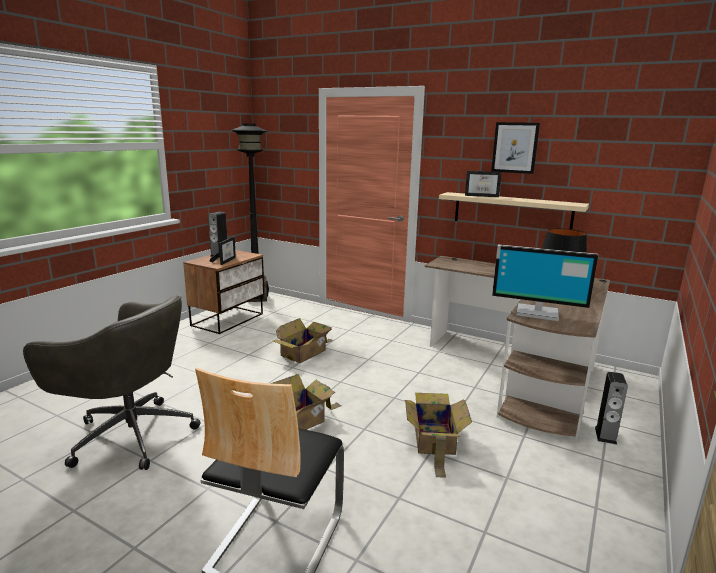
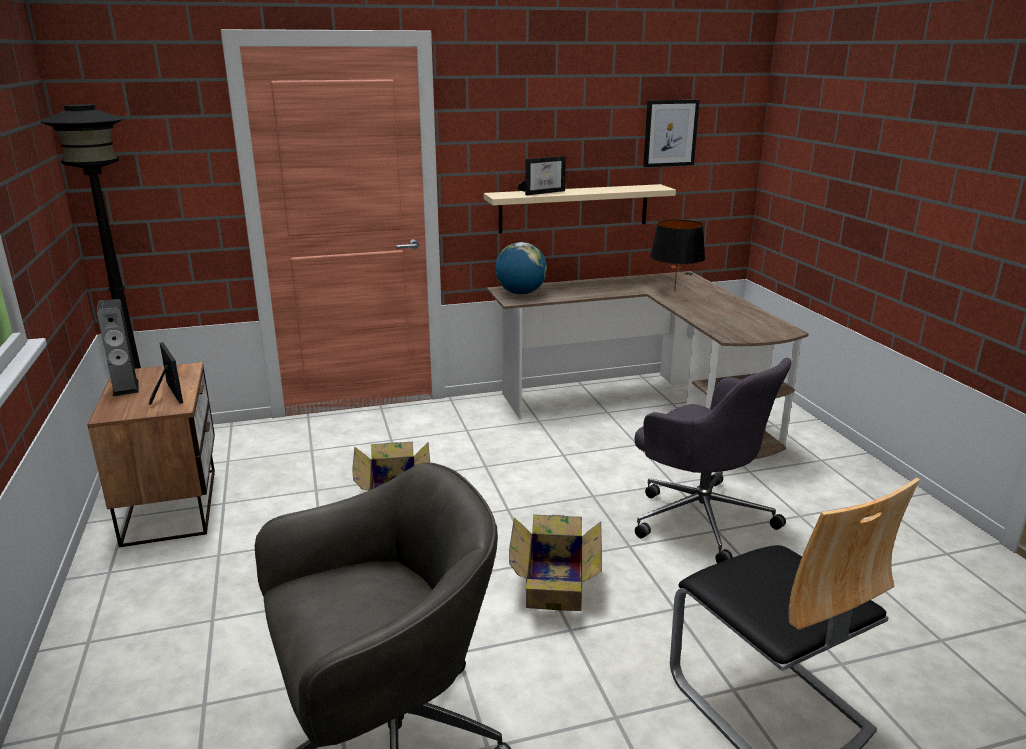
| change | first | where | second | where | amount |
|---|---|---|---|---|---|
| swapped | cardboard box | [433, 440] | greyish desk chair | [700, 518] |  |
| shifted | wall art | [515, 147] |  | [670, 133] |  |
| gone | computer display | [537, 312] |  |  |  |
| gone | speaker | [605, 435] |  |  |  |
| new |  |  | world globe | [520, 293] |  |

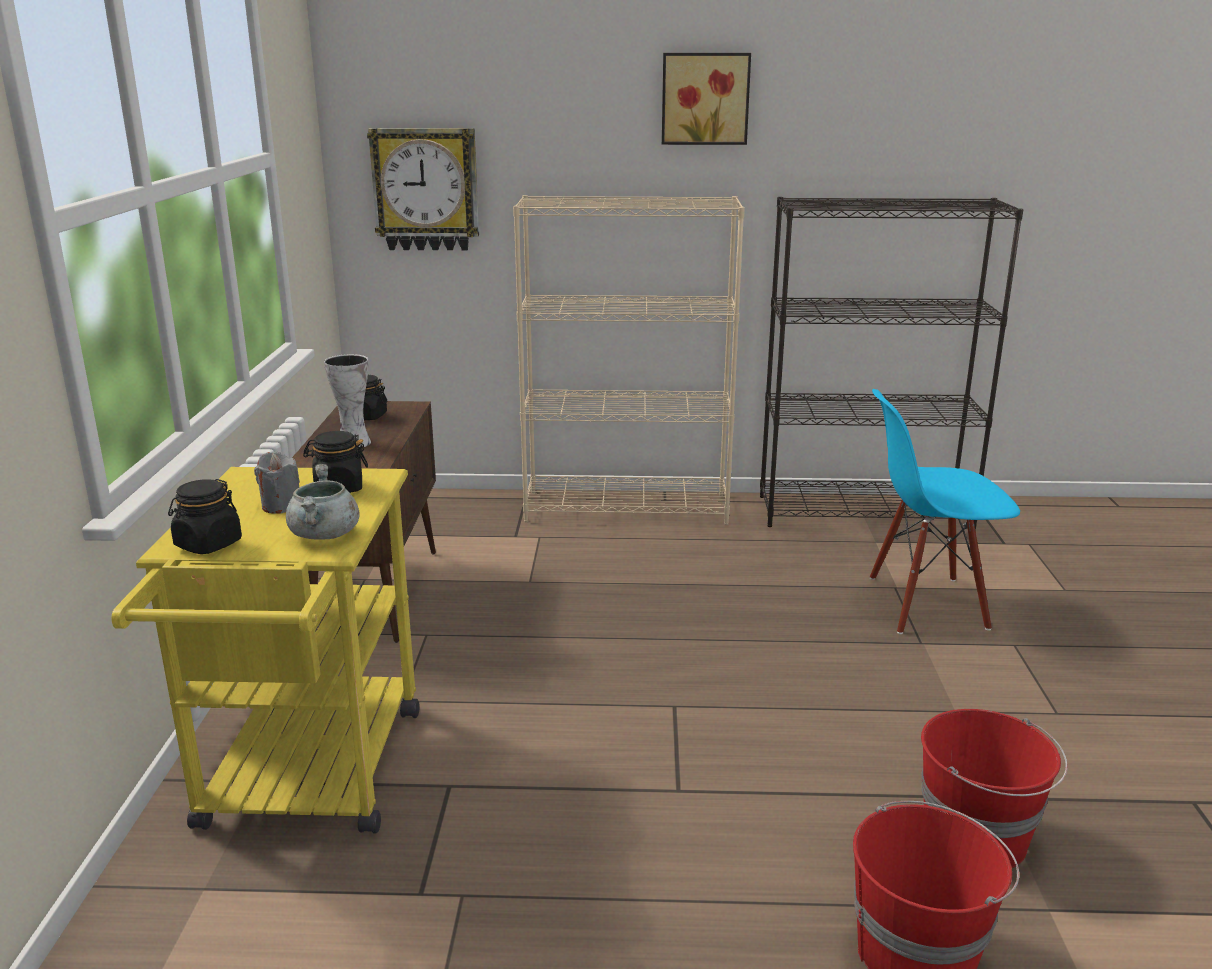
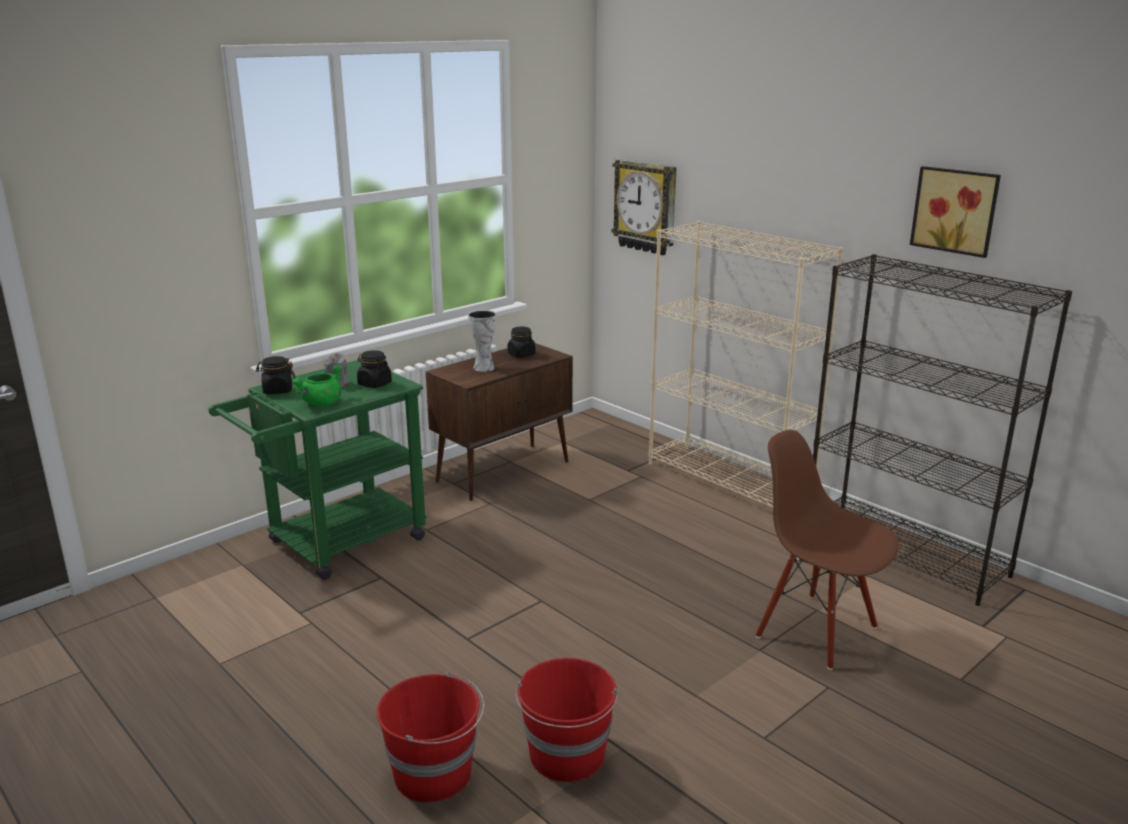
| change | first | where | second | where | amount |
|---|---|---|---|---|---|
| repainted | yellow-coloured cart | [308, 781] | green-coloured cart | [335, 544] |  |
| repainted | greyish cooking pot | [325, 535] | green-coloured cooking pot | [322, 403] |  |
| shifted | wall art | [705, 99] |  | [956, 210] |  |
| repainted | blue-coloured chair | [926, 604] | brownish chair | [817, 630] |  |

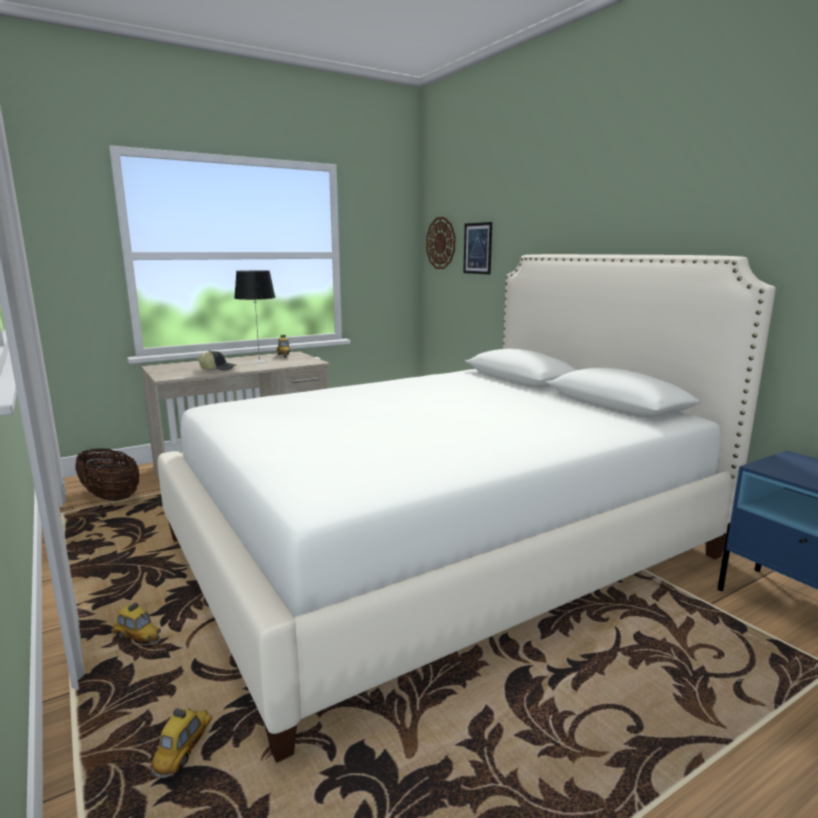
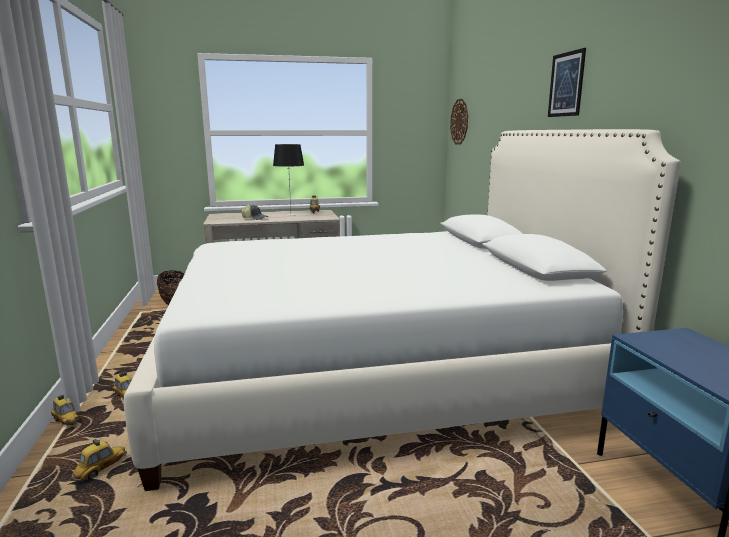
| change | first | where | second | where | amount |
|---|---|---|---|---|---|
| shifted | wall art | [477, 248] |  | [566, 84] |  |
| new |  |  | toy car | [66, 421] |  |

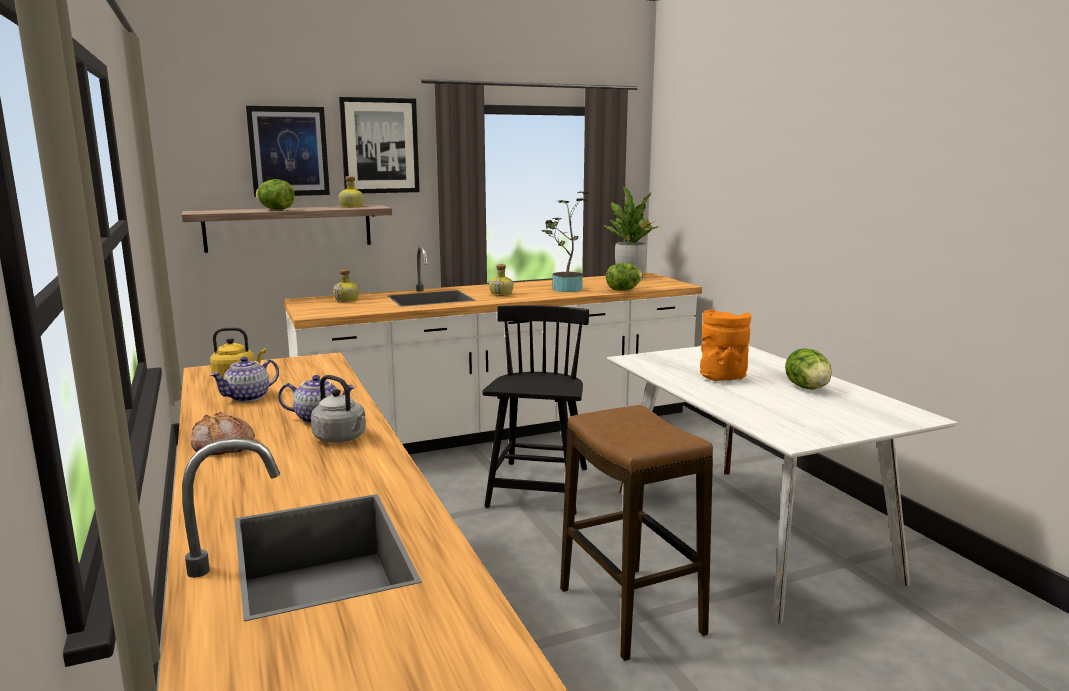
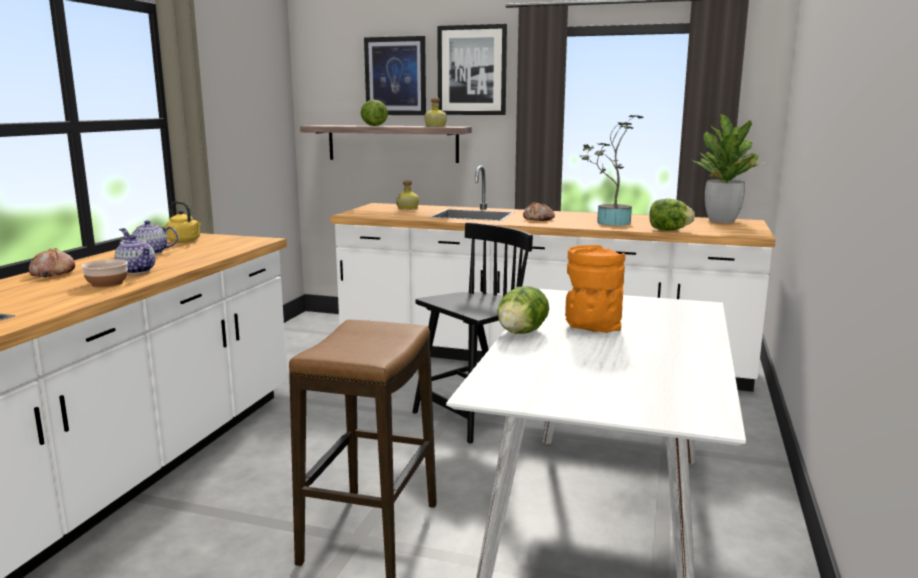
| change | first | where | second | where | amount |
|---|---|---|---|---|---|
| swapped | greyish water kettle | [342, 438] | deep dish | [107, 284] |  |
| swapped | drink bottle | [502, 294] | bread | [539, 219] |  |
| shifted | lettuce | [807, 388] |  | [521, 333] |  |

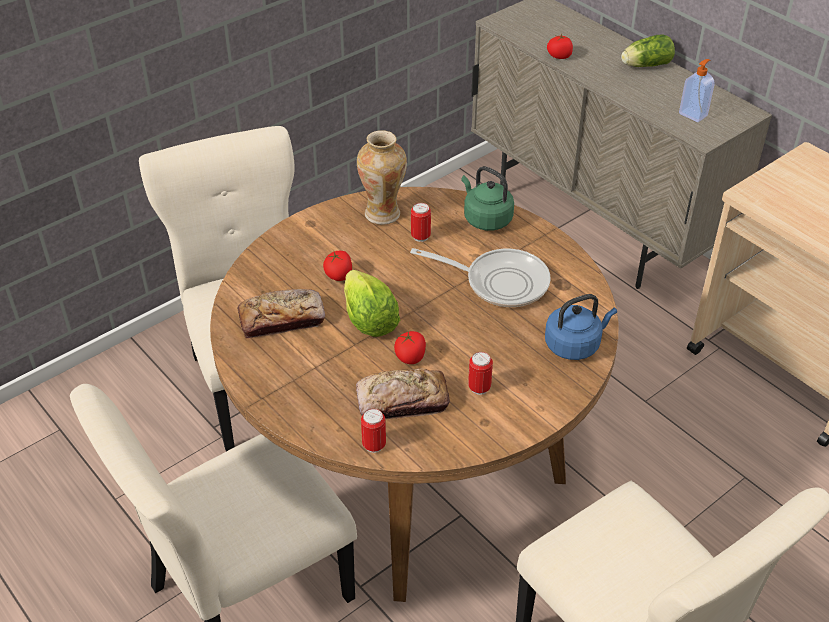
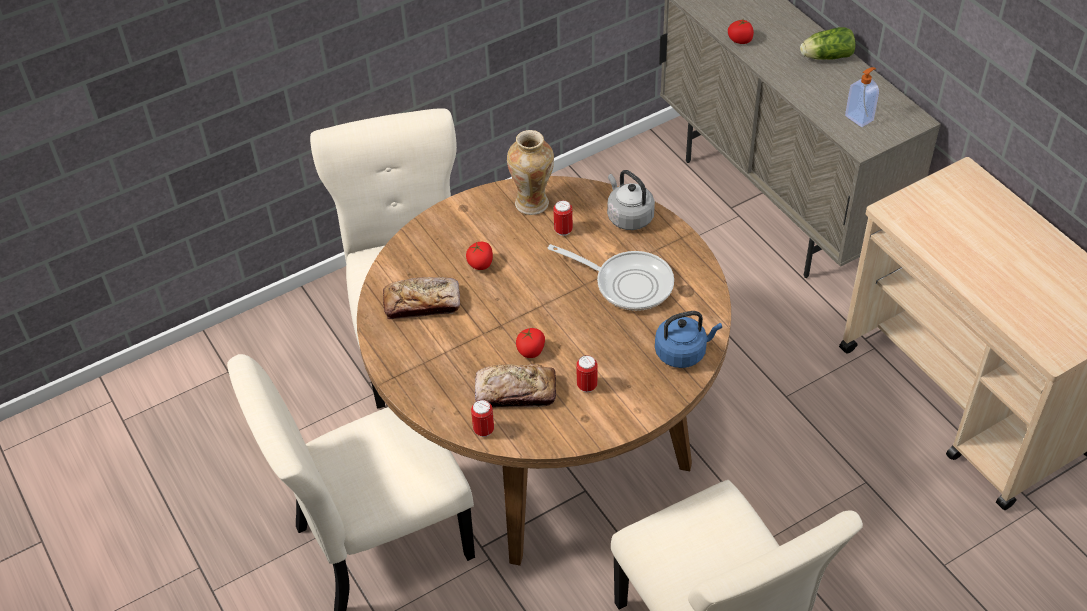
| change | first | where | second | where | amount |
|---|---|---|---|---|---|
| gone | lettuce | [369, 320] |  |  |  |
| repainted | green-coloured water kettle | [485, 219] | greyish water kettle | [628, 216] |  |

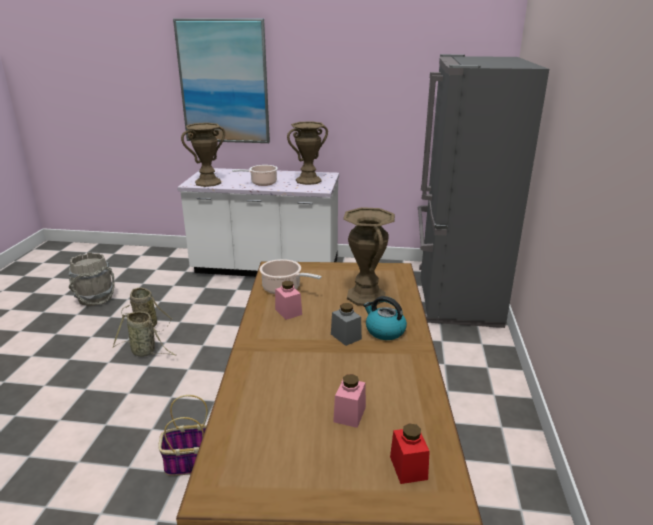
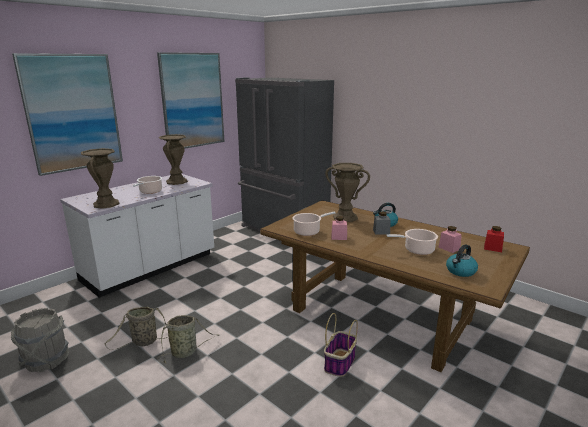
| change | first | where | second | where | amount |
|---|---|---|---|---|---|
| new |  |  | wall art | [192, 101] |  |
| new |  |  | cooking pot | [417, 250] |  |
| new |  |  | water kettle | [460, 271] |  |

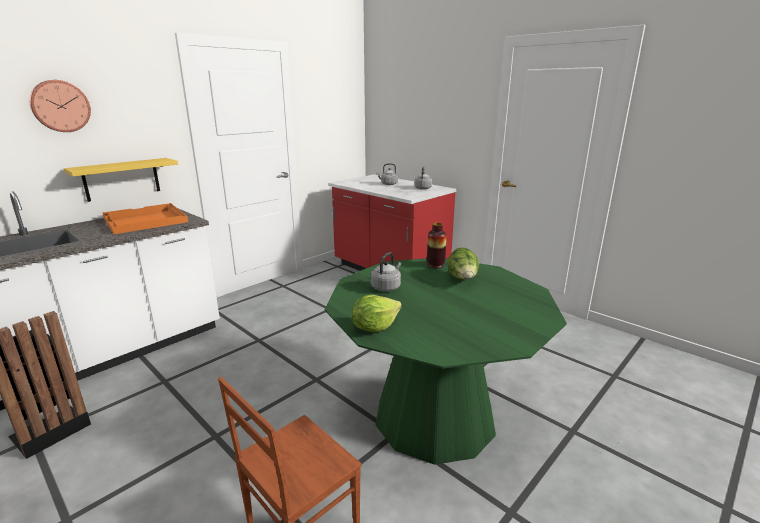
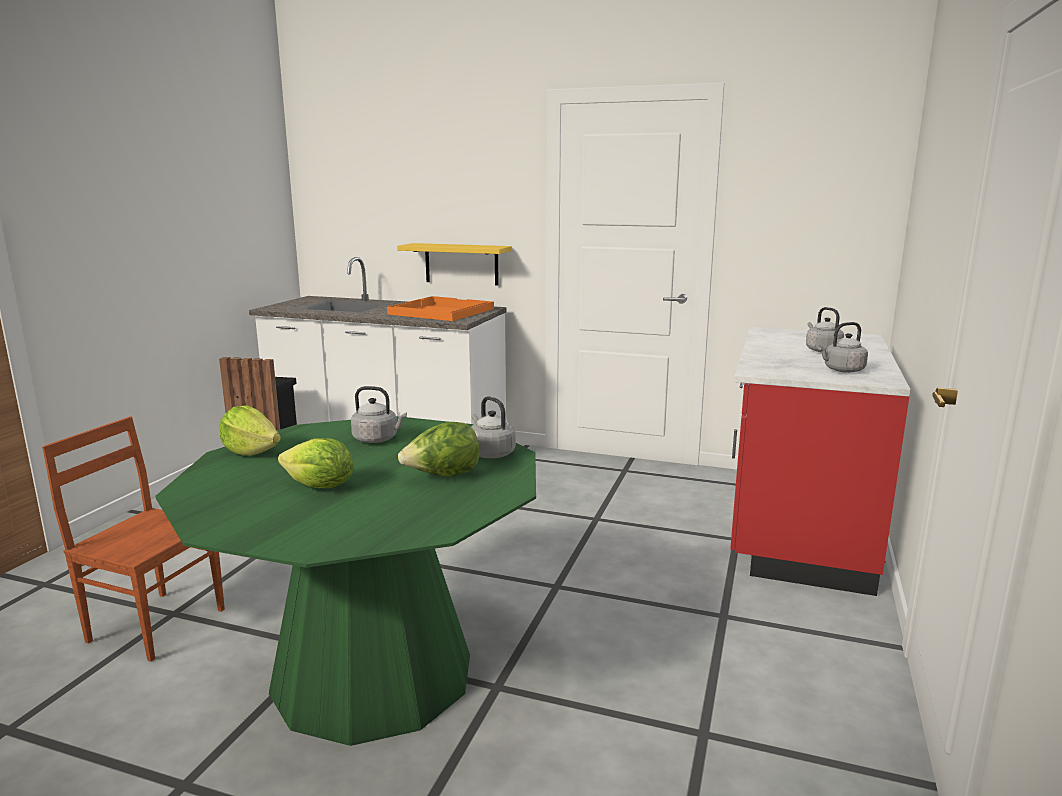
| change | first | where | second | where | amount |
|---|---|---|---|---|---|
| gone | hanging clock | [60, 106] |  |  |  |
| swapped | decorative vase | [435, 265] | greyish water kettle | [490, 453] |  |
| new |  |  | lettuce | [320, 487] |  |

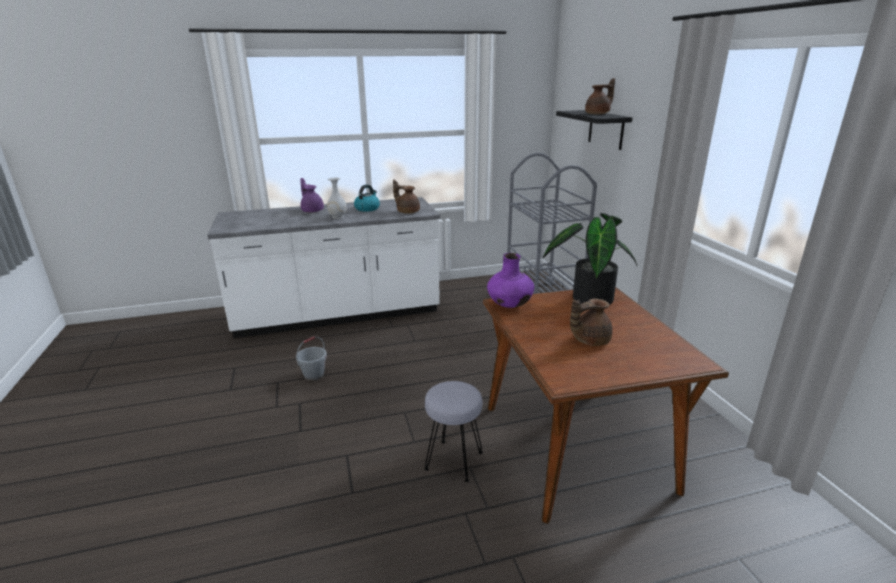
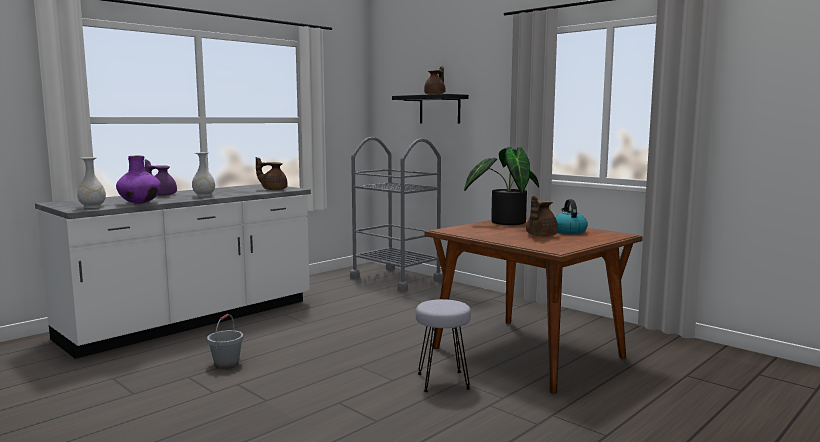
| change | first | where | second | where | amount |
|---|---|---|---|---|---|
| shifted | water kettle | [367, 208] |  | [568, 231] |  |
| shifted | purple decorative vase | [509, 305] |  | [140, 203] |  |
| new |  |  | white-coloured decorative vase | [92, 207] |  |

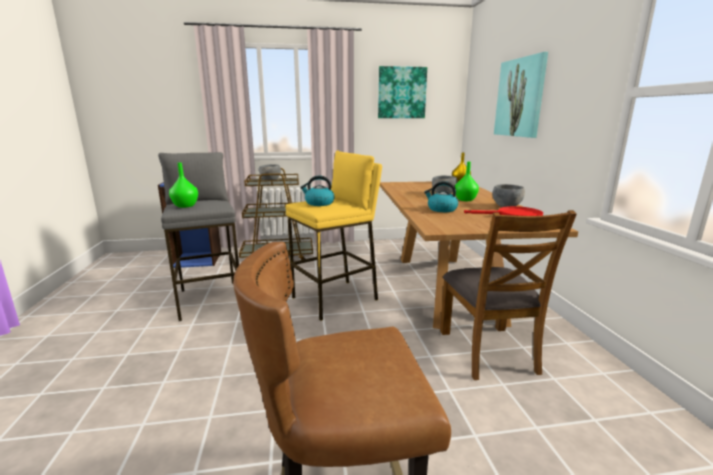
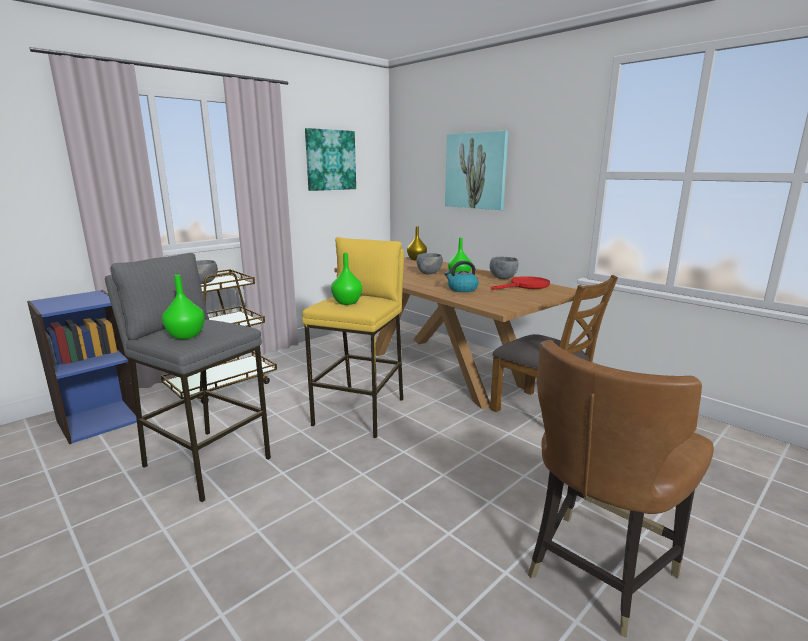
| change | first | where | second | where | amount |
|---|---|---|---|---|---|
| swapped | water kettle | [319, 203] | green-coloured decorative vase | [347, 302] |  |

